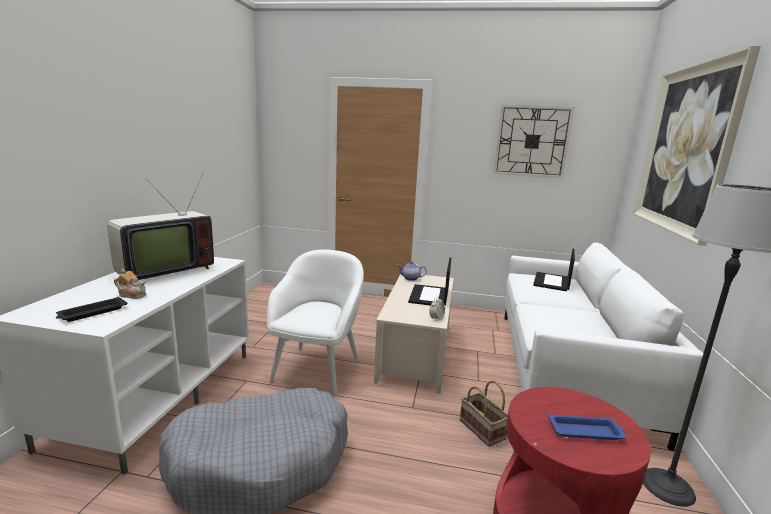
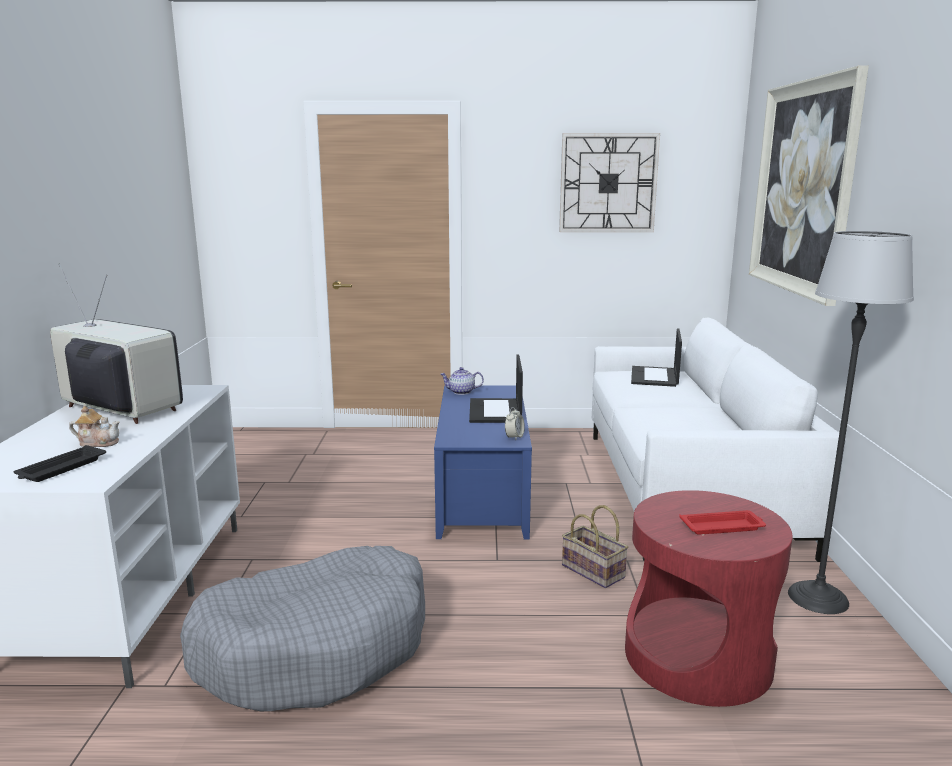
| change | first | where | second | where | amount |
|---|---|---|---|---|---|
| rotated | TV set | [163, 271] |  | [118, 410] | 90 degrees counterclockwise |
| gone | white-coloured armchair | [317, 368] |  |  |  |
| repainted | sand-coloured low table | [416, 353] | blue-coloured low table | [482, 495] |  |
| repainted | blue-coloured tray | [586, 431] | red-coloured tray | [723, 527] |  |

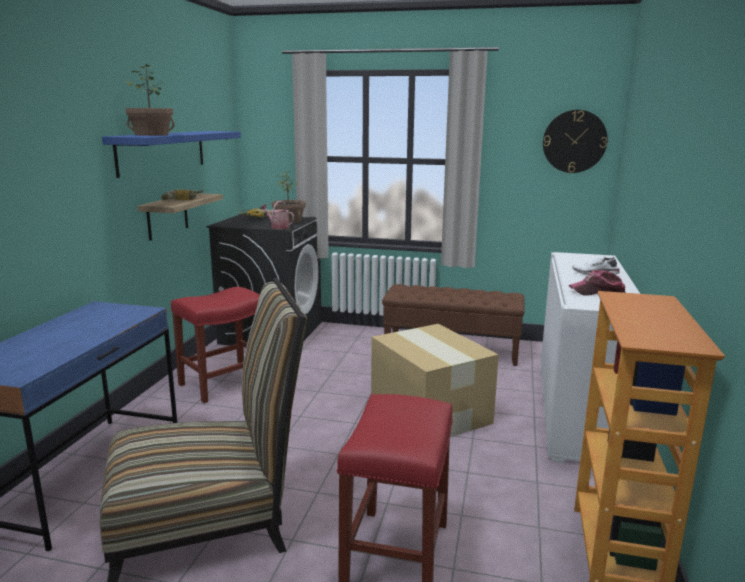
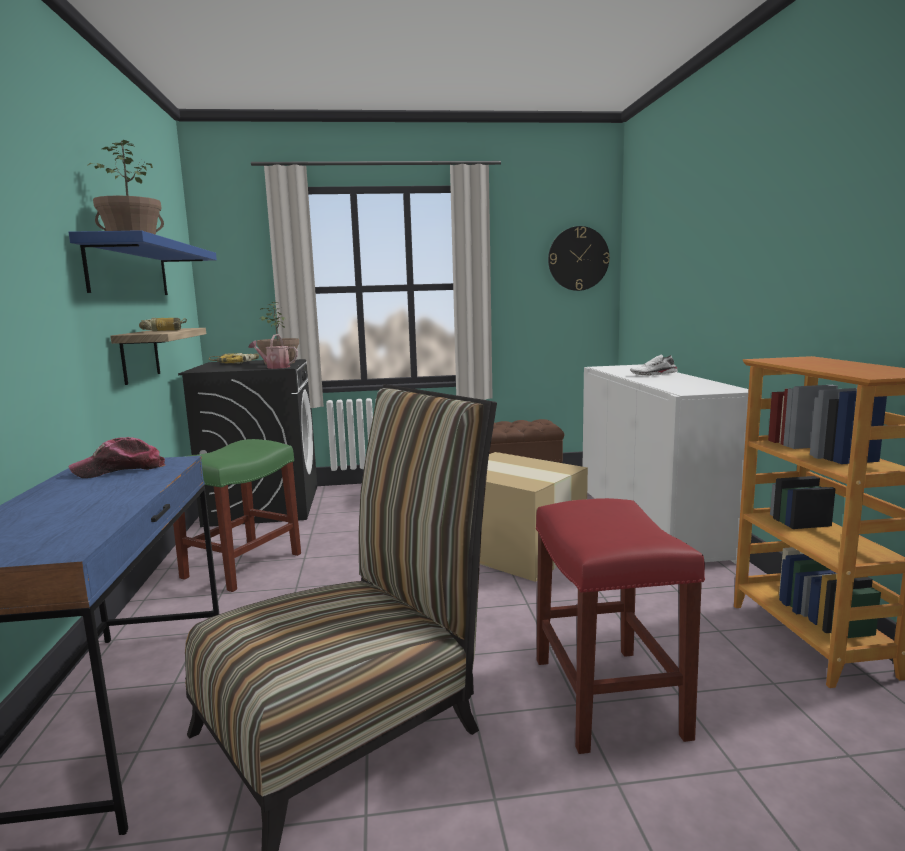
| change | first | where | second | where | amount |
|---|---|---|---|---|---|
| repainted | red-coloured stool | [225, 382] | green-coloured stool | [243, 565] |  |
| shifted | peaked cap | [597, 291] |  | [120, 470] |  |

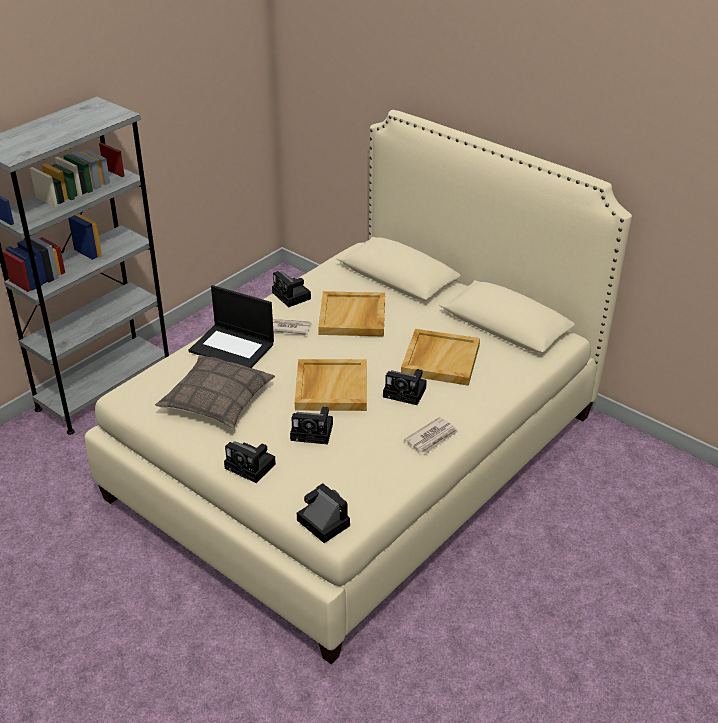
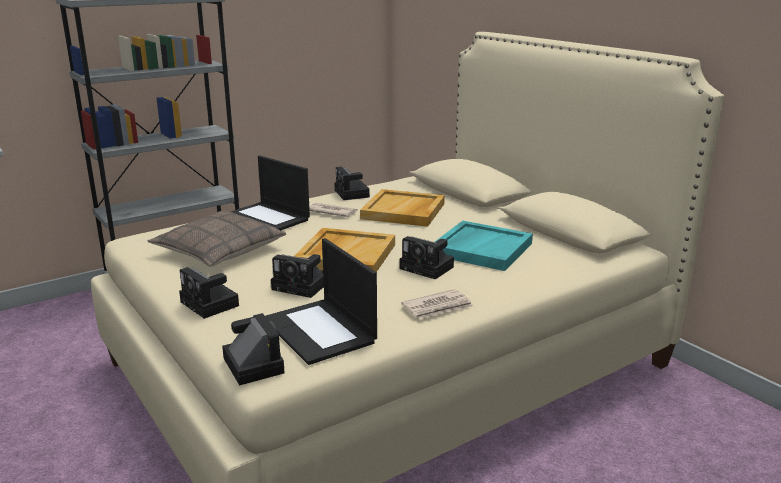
| change | first | where | second | where | amount |
|---|---|---|---|---|---|
| repainted | sand-coloured tray | [440, 359] | blue-green tray | [481, 248] |  |
| new |  |  | portable computer | [320, 331] |  |

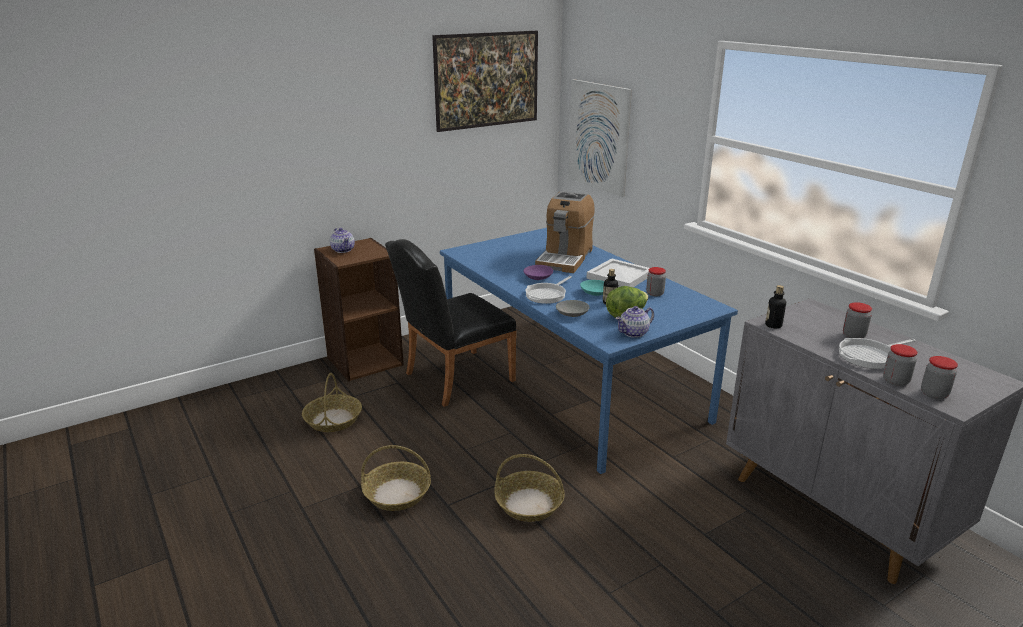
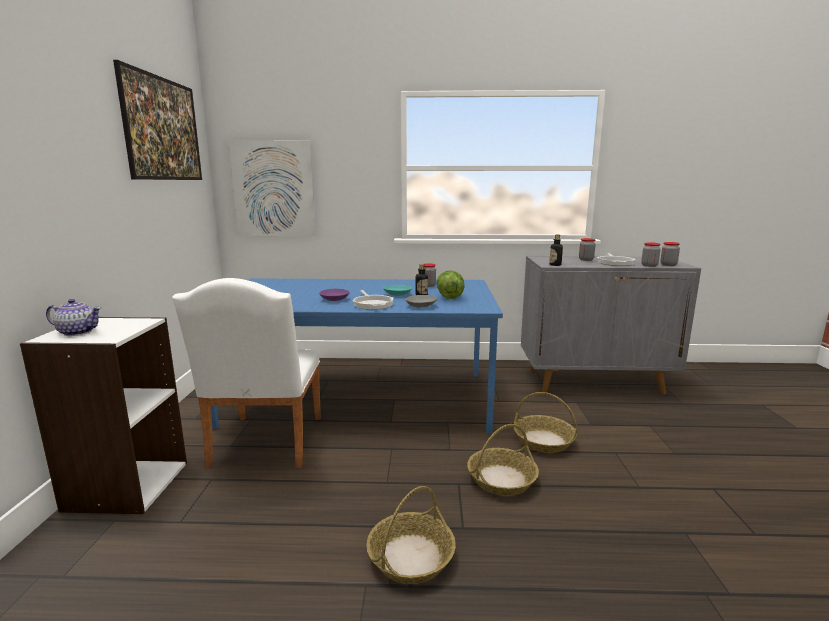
| change | first | where | second | where | amount |
|---|---|---|---|---|---|
| shifted | household basket | [333, 420] |  | [544, 441] |  |
| repainted | brownish shelving unit | [364, 360] | white-coloured shelving unit | [126, 485] |  |
| repainted | black chair | [453, 379] | white-coloured chair | [265, 445] |  |
| gone | coffee machine | [565, 258] |  |  |  |
| gone | white-coloured tray | [619, 276] |  |  |  |
| gone | pot for tea | [634, 333] |  |  |  |

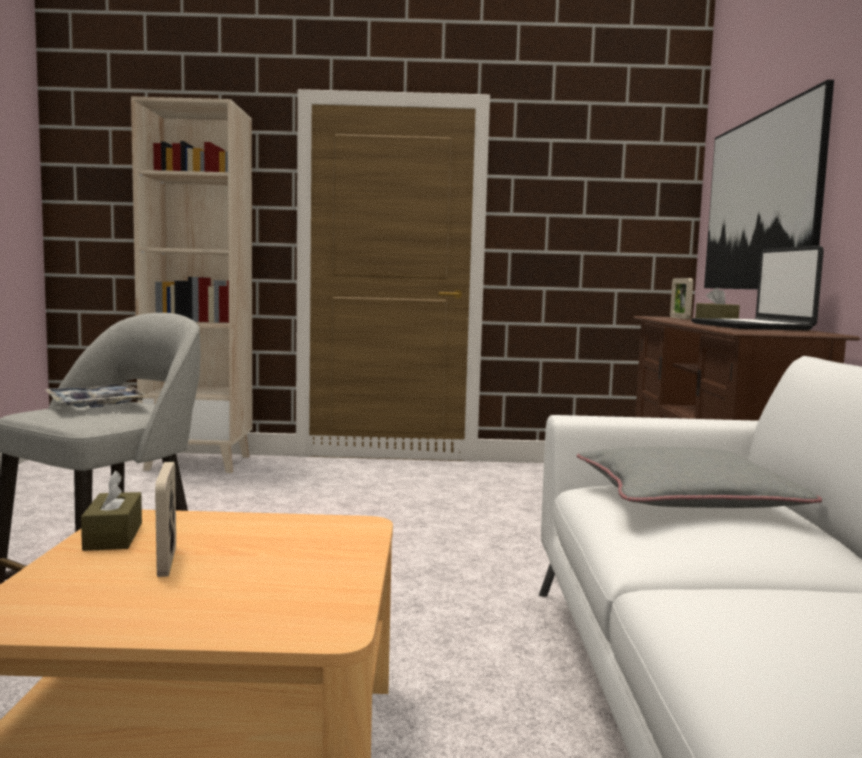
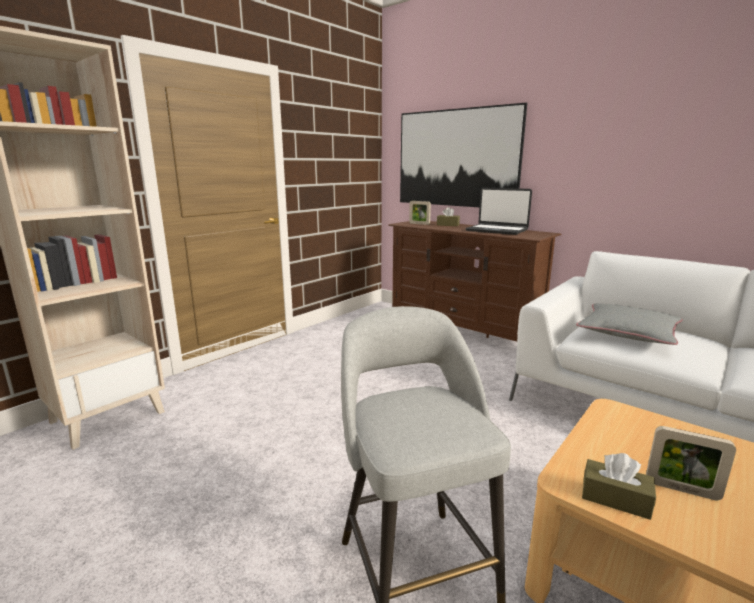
| change | first | where | second | where | amount |
|---|---|---|---|---|---|
| gone | tray | [96, 405] |  |  |  |

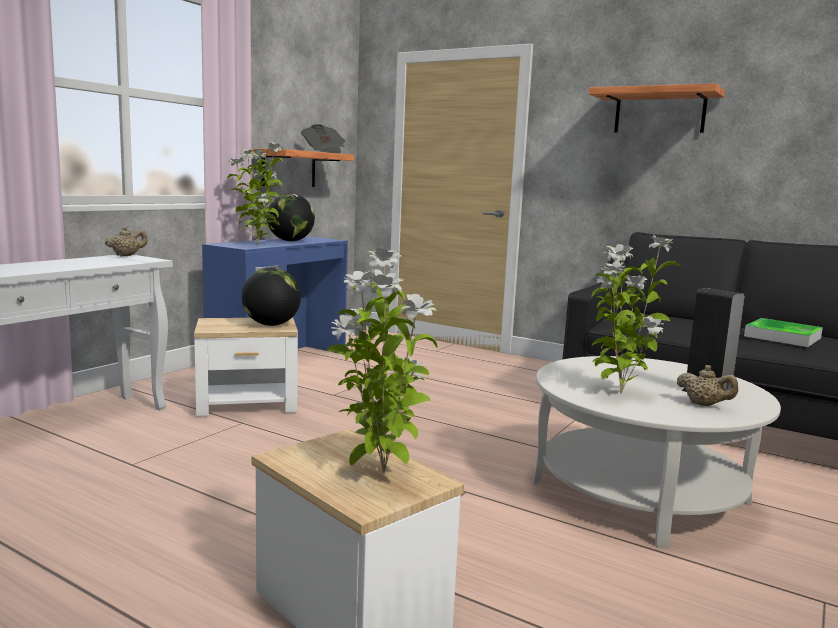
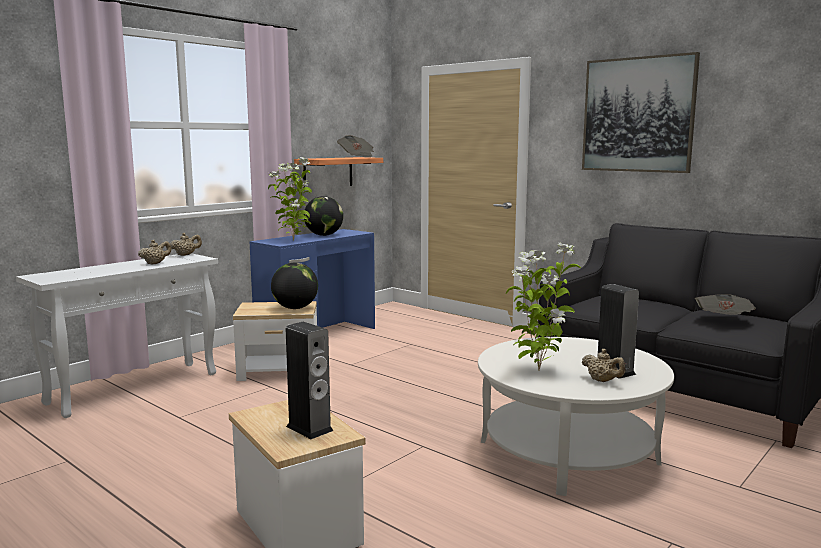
| change | first | where | second | where | amount |
|---|---|---|---|---|---|
| swapped | potted plant | [380, 474] | speaker | [309, 428] |  |
| swapped | shelf | [659, 112] | wall art | [638, 115] |  |
| swapped | tray | [782, 337] | newspaper | [723, 320] |  |
| new |  |  | sand-coloured pot for tea | [155, 263] |  |

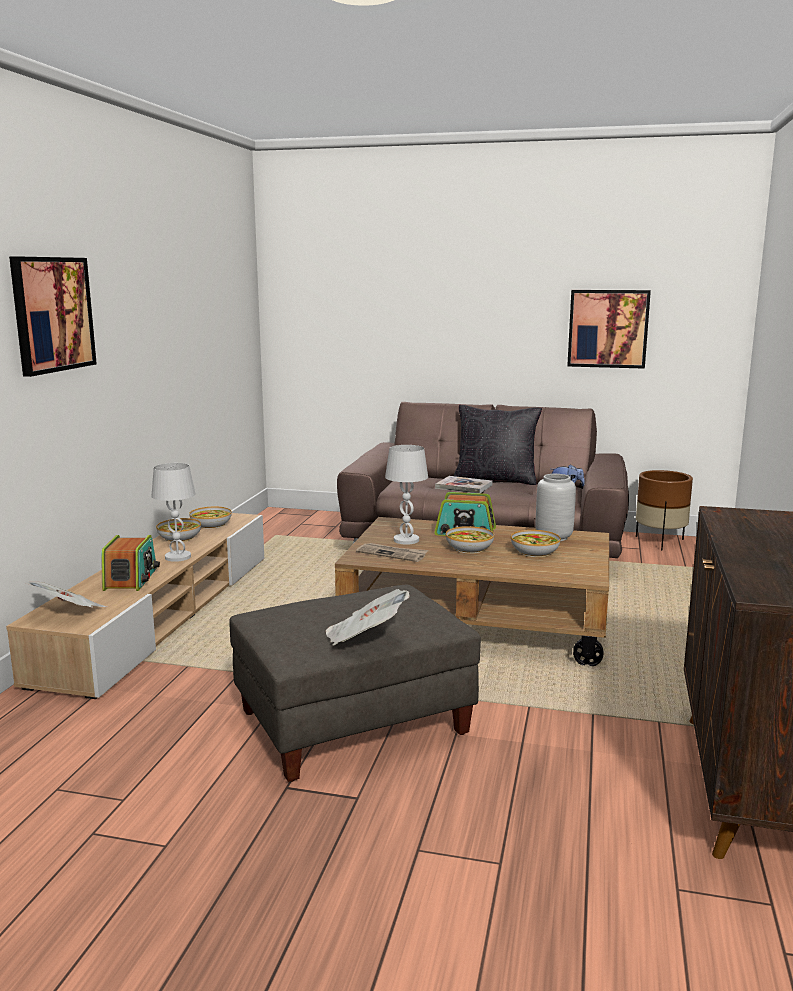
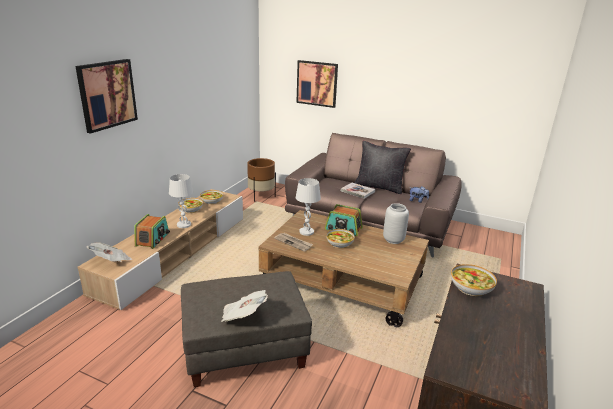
| change | first | where | second | where | amount |
|---|---|---|---|---|---|
| shifted | deep dish | [535, 551] |  | [471, 287] |  |
| shifted | wall art | [608, 328] |  | [317, 83] |  |
| shifted | brownish plant pot | [660, 542] |  | [261, 196] |  |

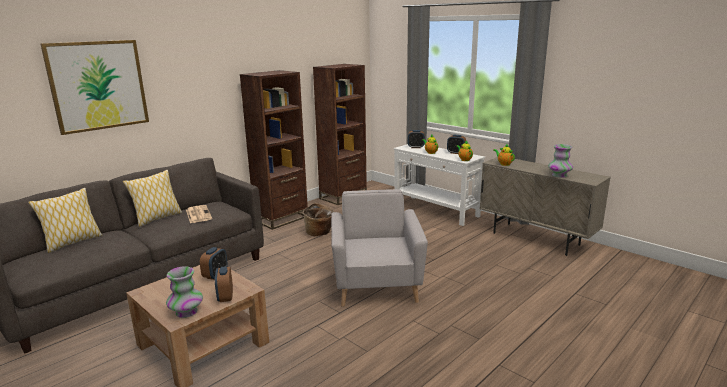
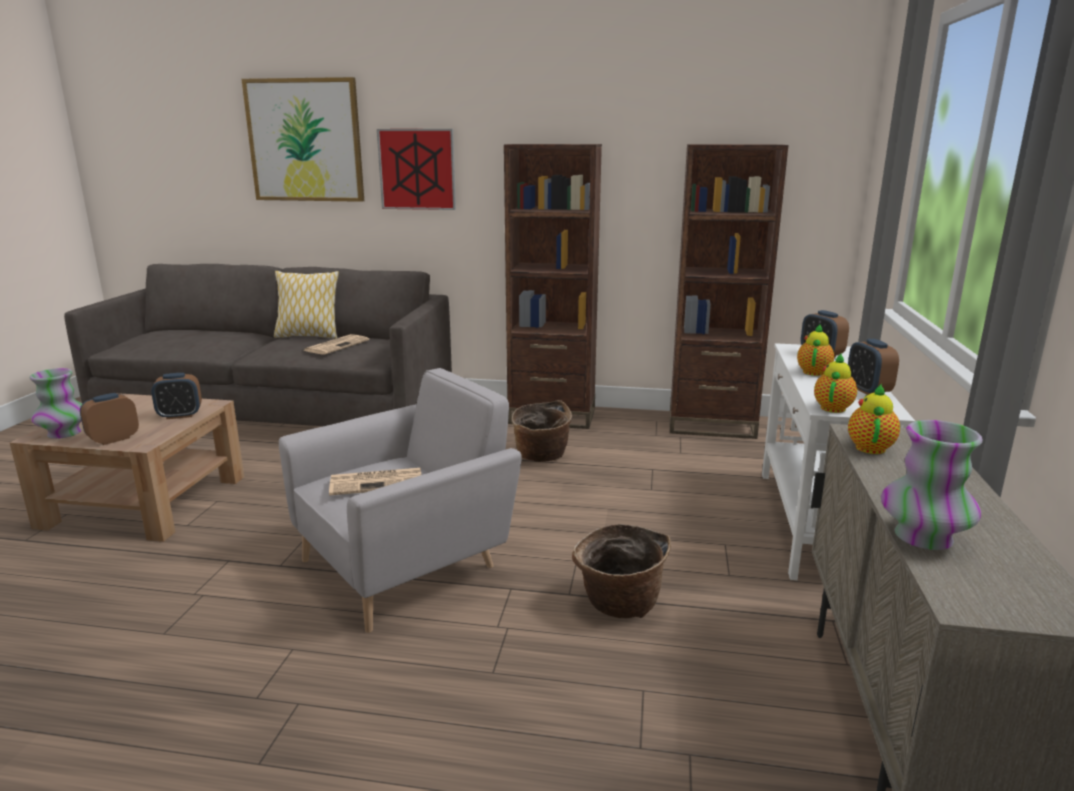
| change | first | where | second | where | amount |
|---|---|---|---|---|---|
| gone | pillow | [72, 242] |  |  |  |
| new |  |  | newspaper | [378, 482] |  |
| new |  |  | wall art | [417, 169] |  |
| new |  |  | household basket | [618, 604] |  |

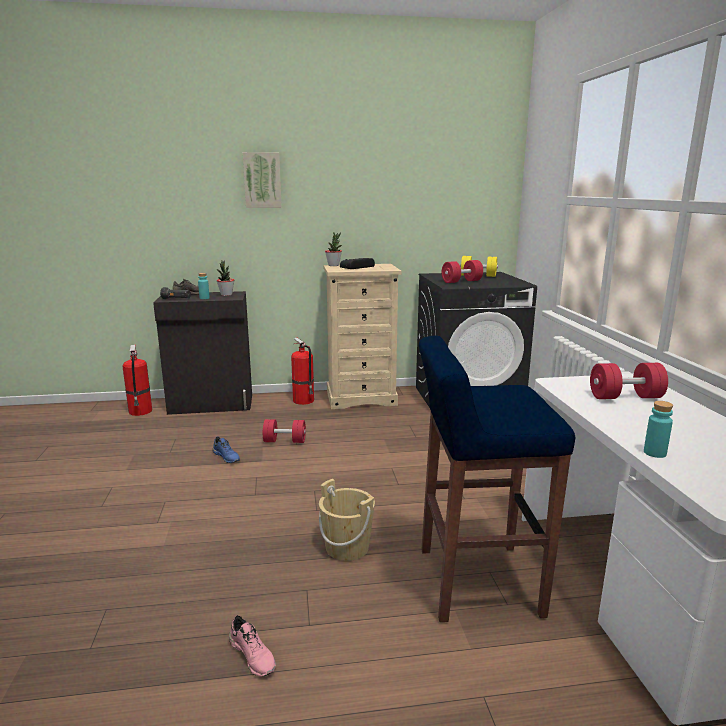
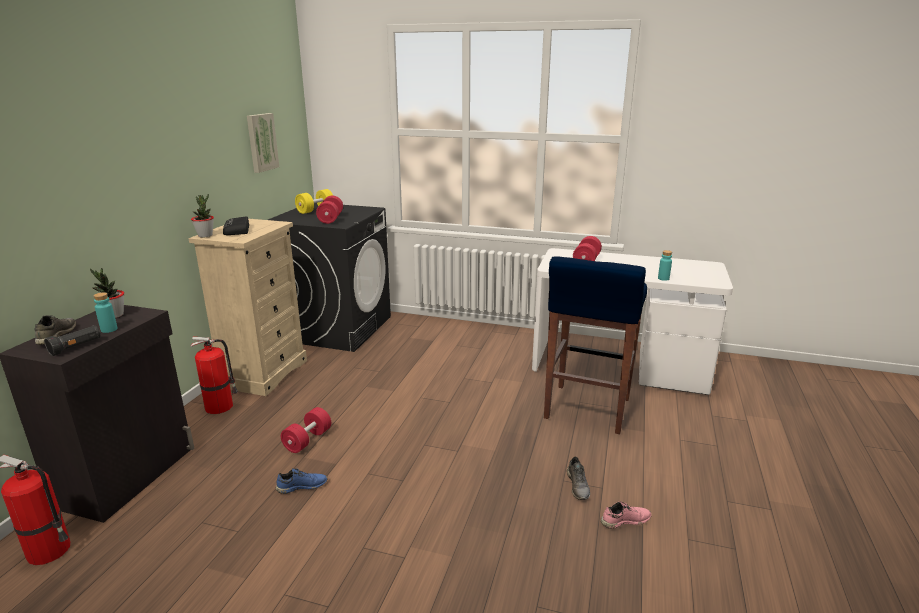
| change | first | where | second | where | amount |
|---|---|---|---|---|---|
| shifted | wall art | [262, 180] |  | [261, 142] |  |
| gone | sand-coloured water bucket | [347, 547] |  |  |  |
| new |  |  | greyish low shoe | [578, 486] |  |

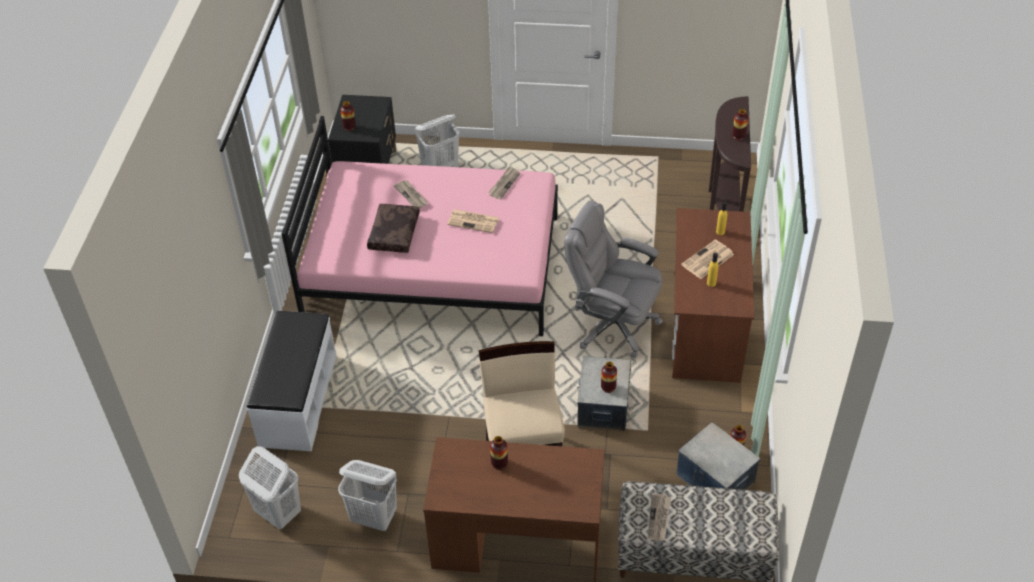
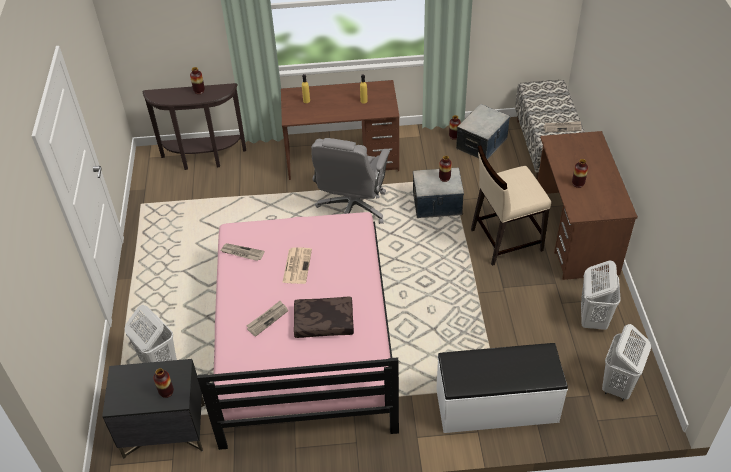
| change | first | where | second | where | amount |
|---|---|---|---|---|---|
| gone | newspaper | [707, 260] |  |  |  |

